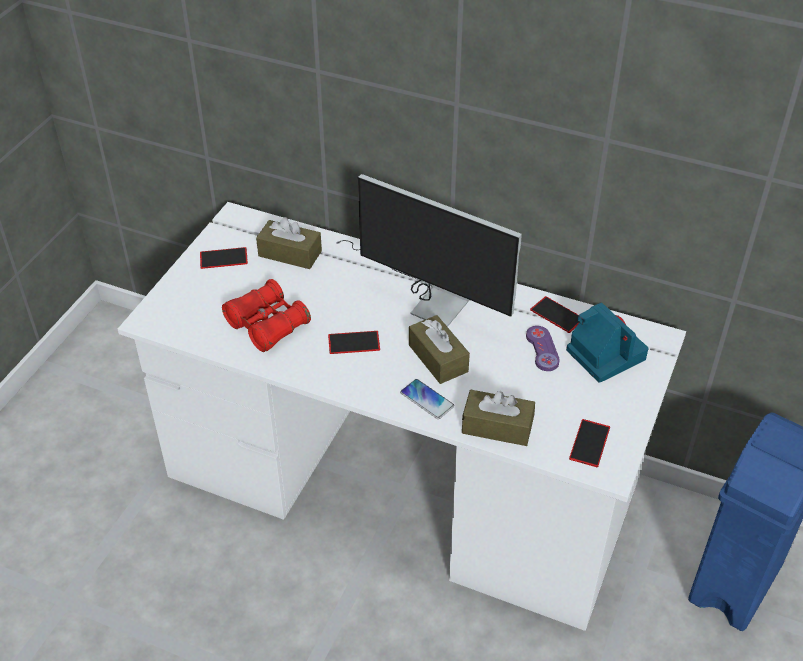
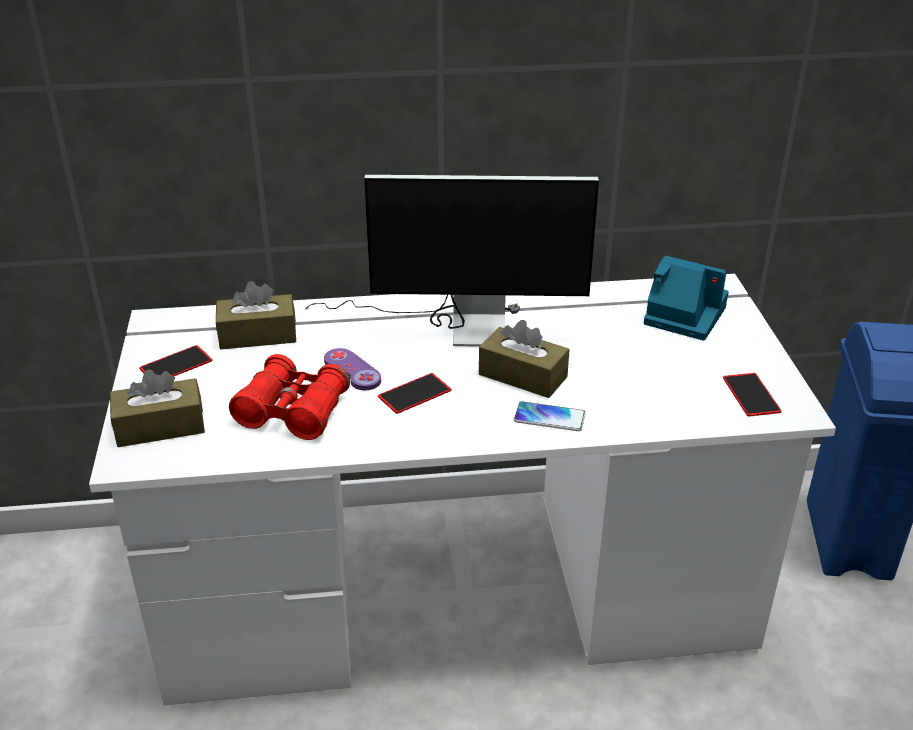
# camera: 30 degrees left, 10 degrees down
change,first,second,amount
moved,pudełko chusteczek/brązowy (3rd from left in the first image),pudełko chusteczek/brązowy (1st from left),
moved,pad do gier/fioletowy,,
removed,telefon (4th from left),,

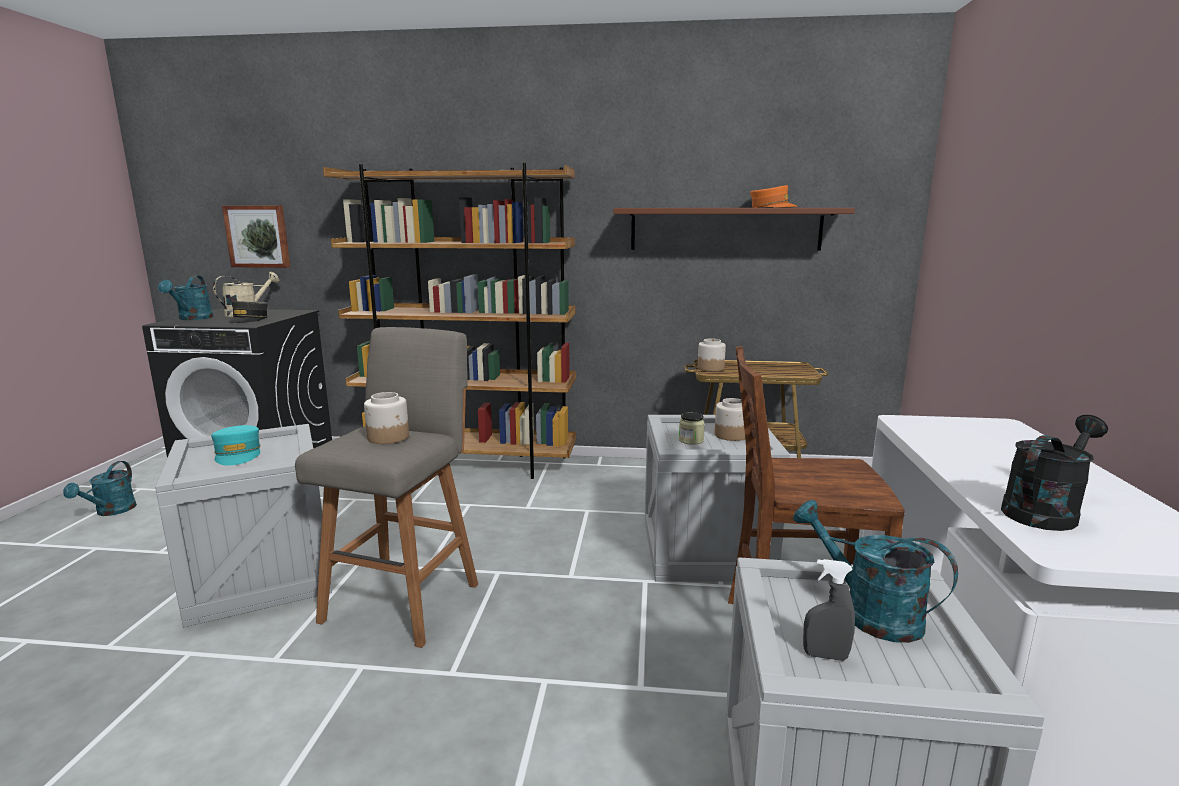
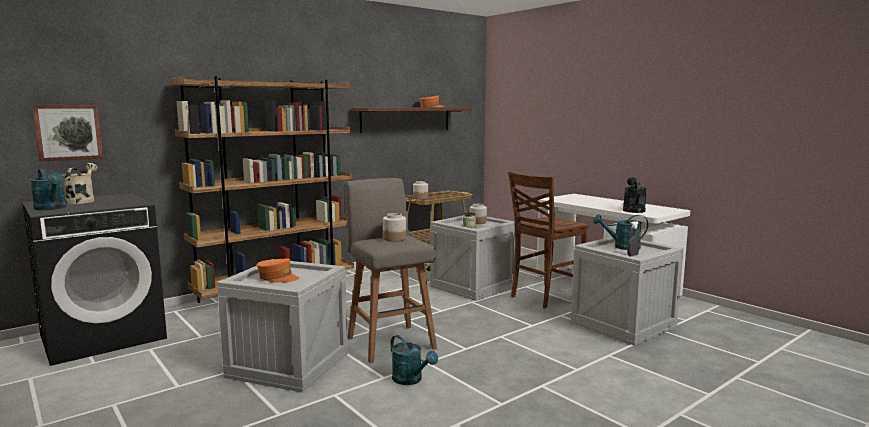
# camera: 45 degrees left, 5 degrees down
change,first,second,amount
recoloured,czapka z daszkiem/turkusowy,czapka z daszkiem/pomarańczowy (1st from left),
moved,konewka/turkusowy (1st from left in the first image),konewka/turkusowy (2nd from left),
removed,czapka z daszkiem/szary,,

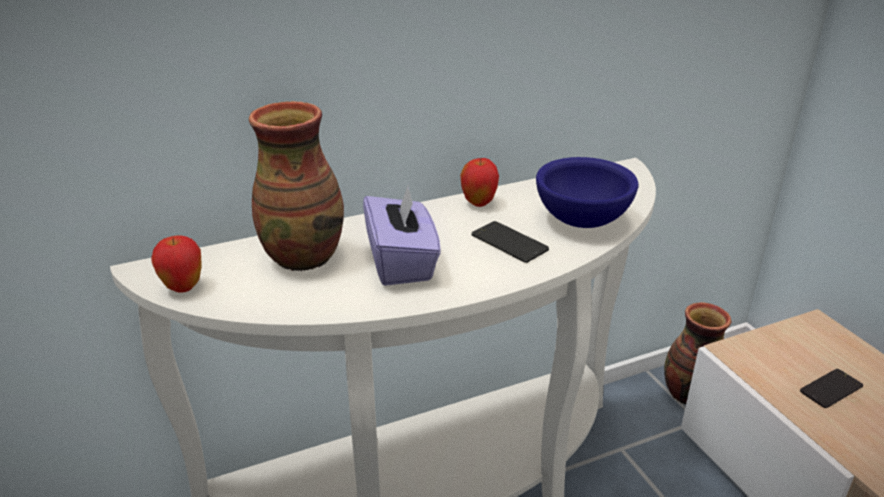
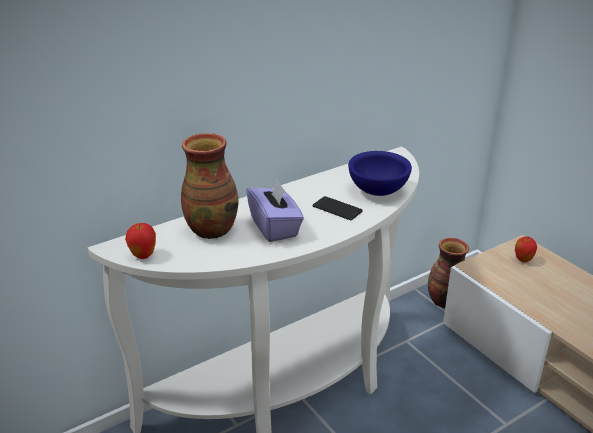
# camera: 10 degrees left, 0 degrees up
change,first,second,amount
moved,jabłko (2nd from left),,
removed,telefon (2nd from left),,

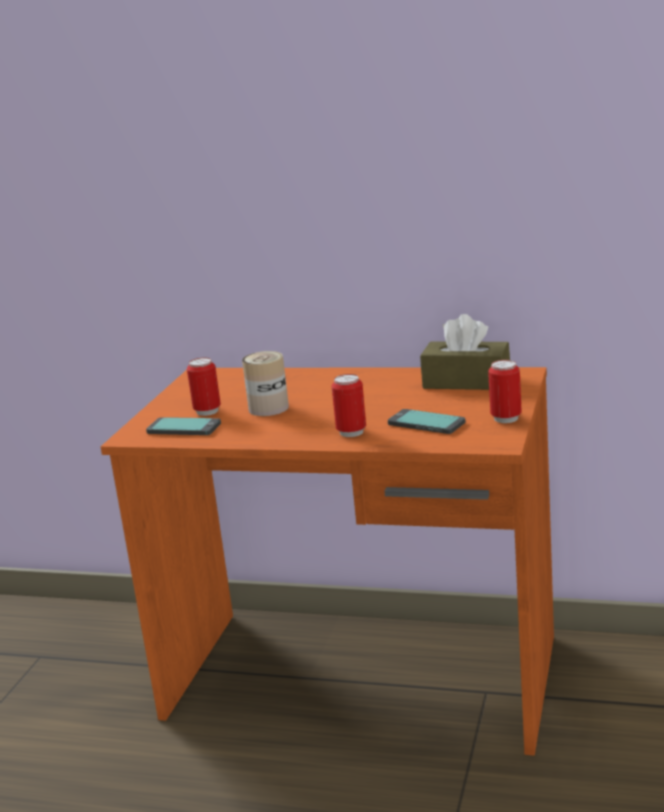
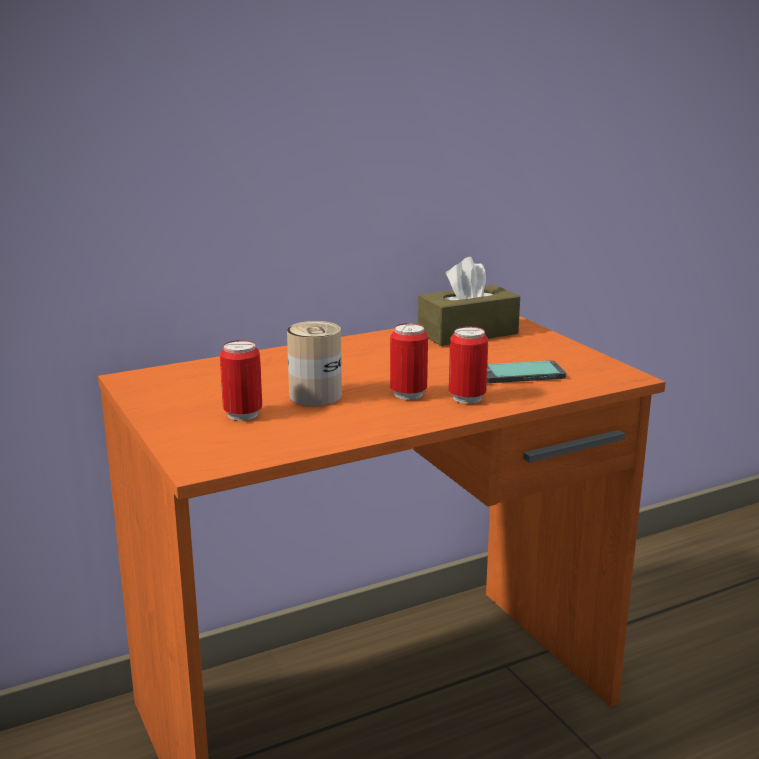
# camera: 45 degrees left, 0 degrees up
change,first,second,amount
moved,puszka (4th from left in the first image),puszka (3rd from left),
removed,telefon (1st from left),,

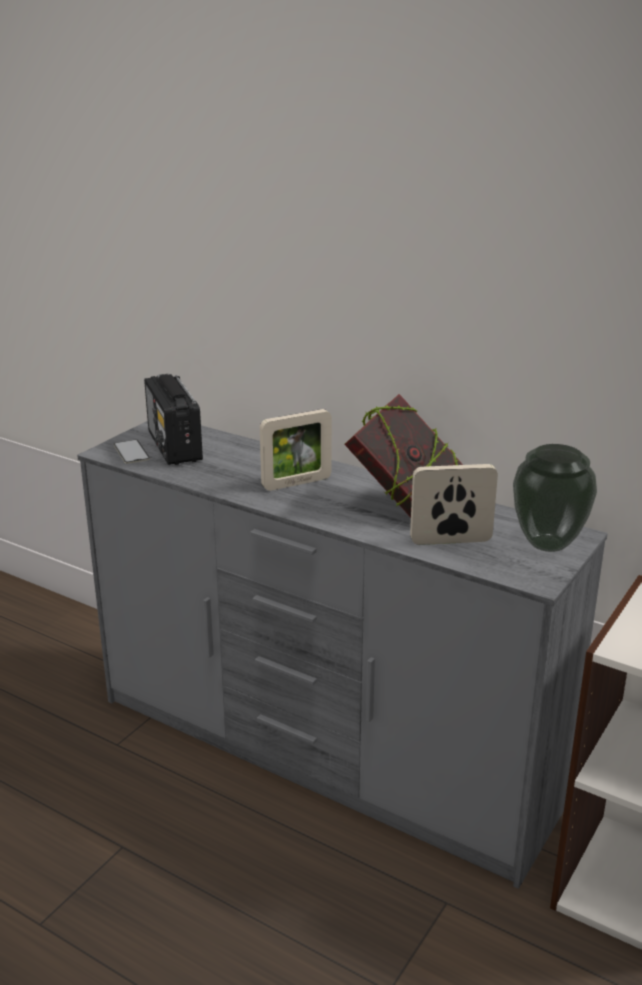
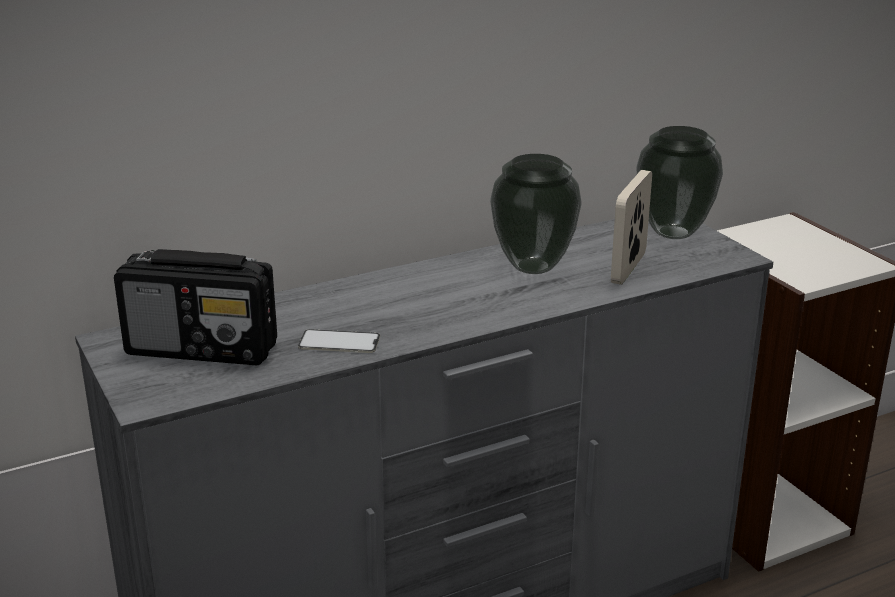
# camera: 60 degrees left, 0 degrees up
change,first,second,amount
moved,telefon,,
replaced,książka,wazon (1st from left),
removed,ramka na zdjęcie (1st from left),,

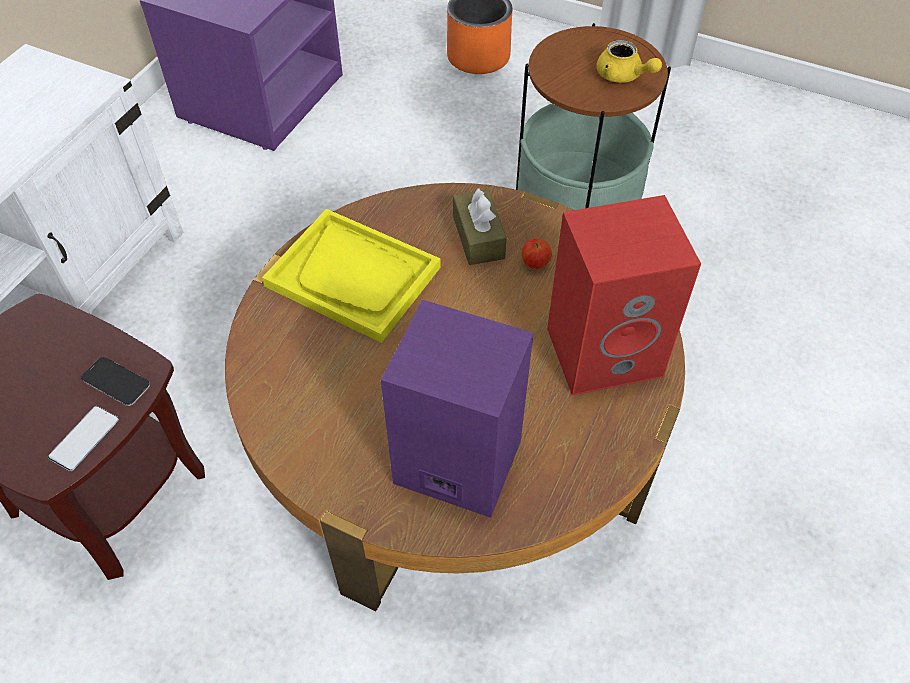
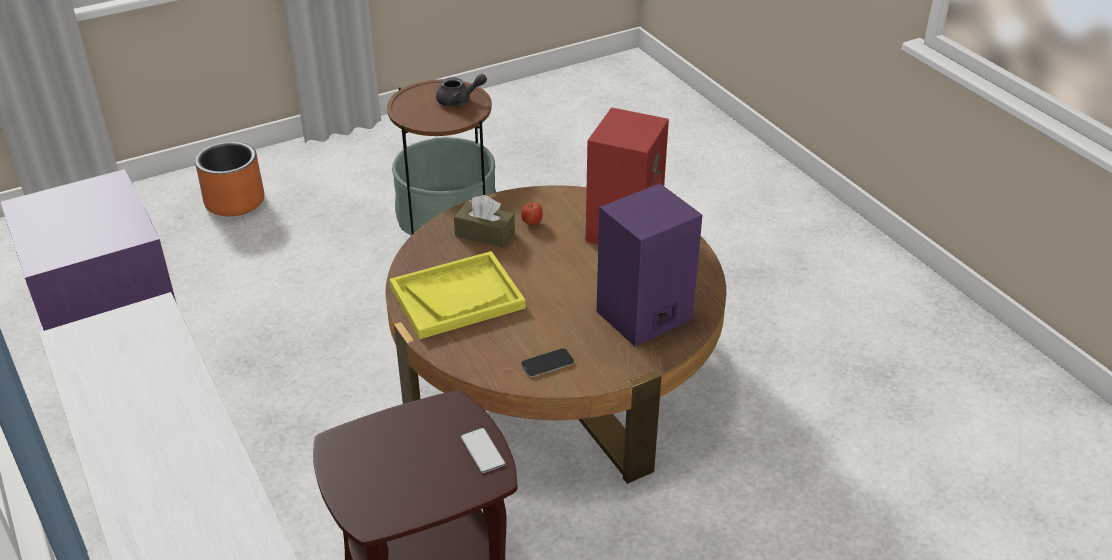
# camera: 55 degrees left, 15 degrees down
change,first,second,amount
recoloured,imbryk/żółty,imbryk/szary,
moved,telefon (2nd from left),,

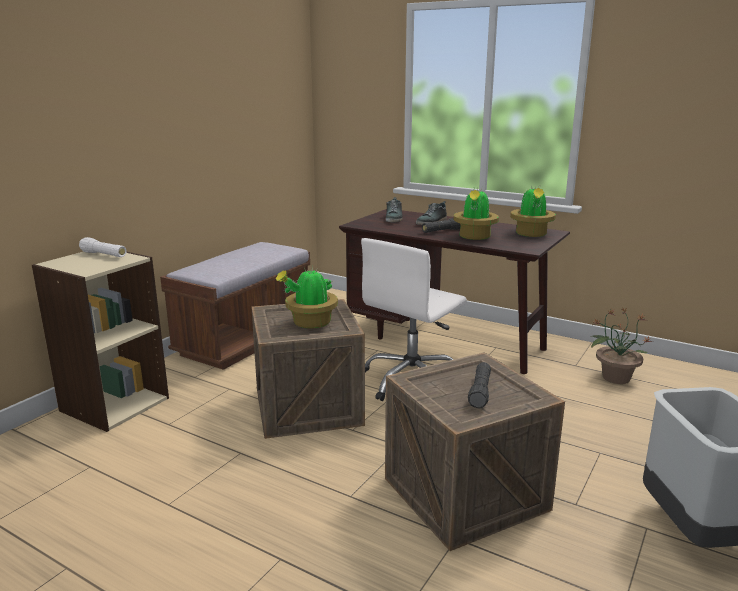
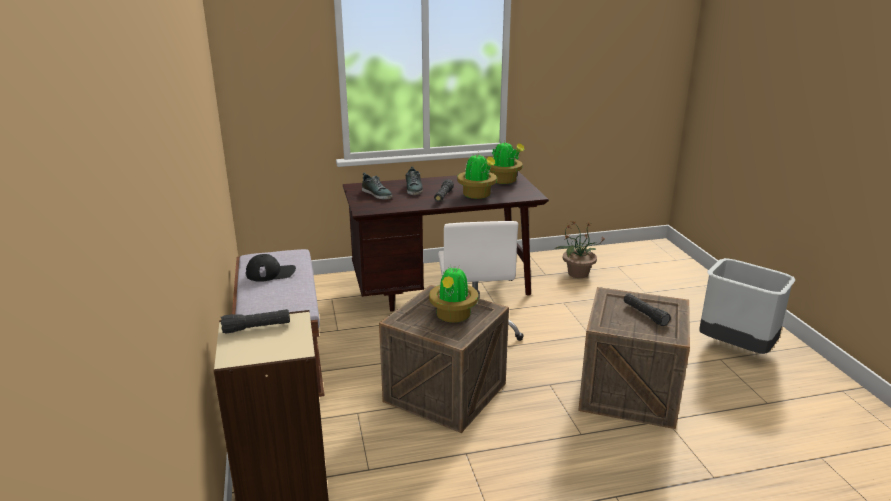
# camera: 45 degrees left, 5 degrees up
change,first,second,amount
recoloured,latarka/biały,latarka/czarny (1st from left),
added,,czapka z daszkiem/czarny,

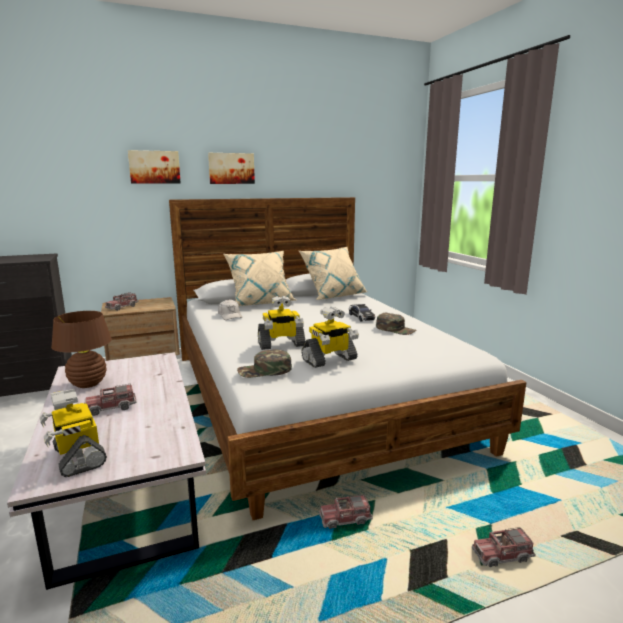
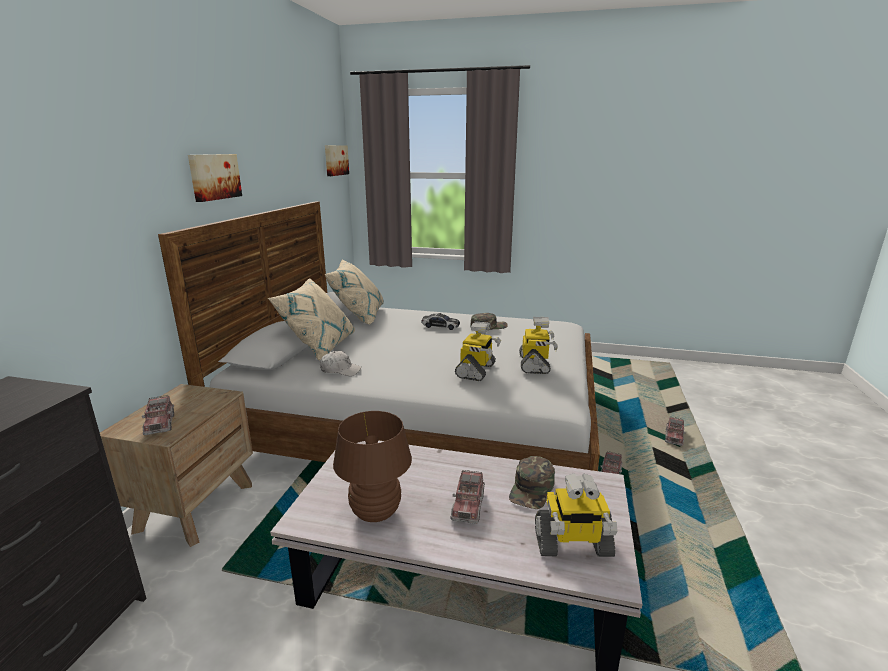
# camera: 55 degrees left, 5 degrees up
change,first,second,amount
moved,obraz (1st from left in the first image),obraz (2nd from left),
moved,czapka z daszkiem/zielony (1st from left in the first image),czapka z daszkiem/zielony (2nd from left),

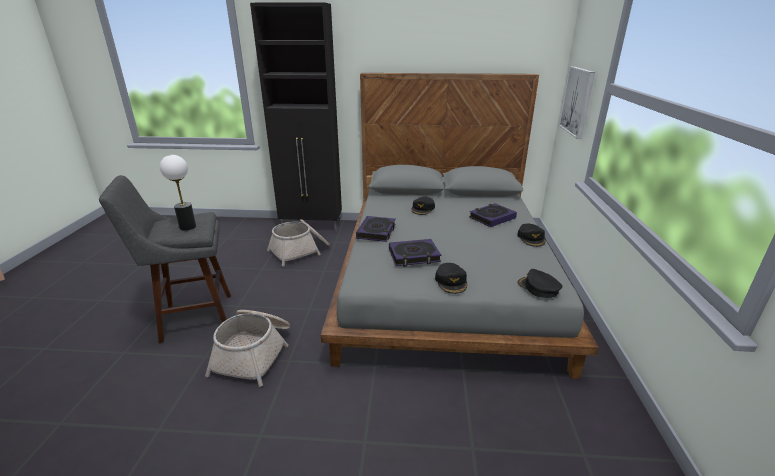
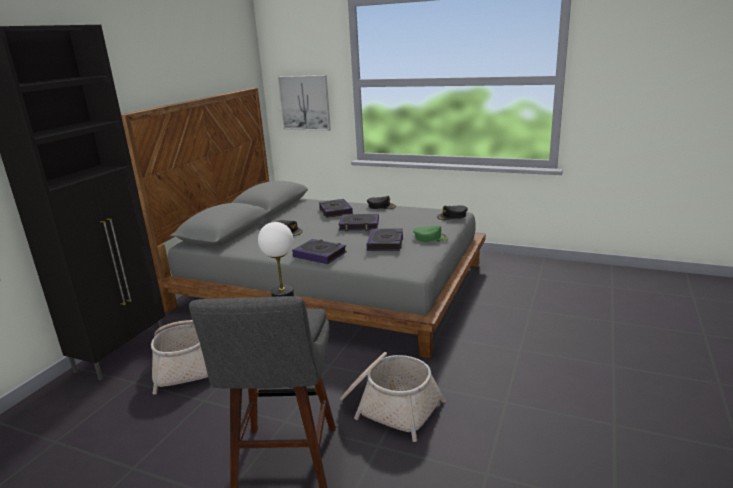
# camera: 70 degrees left, 5 degrees down
change,first,second,amount
added,,książka (3rd from left),
recoloured,czapka z daszkiem/czarny (2nd from left),czapka z daszkiem/zielony,

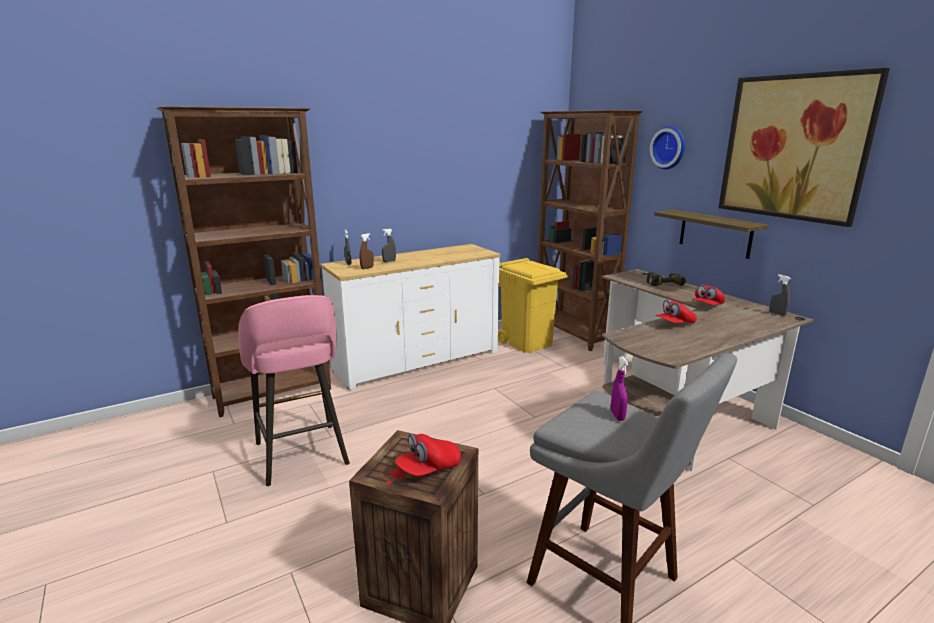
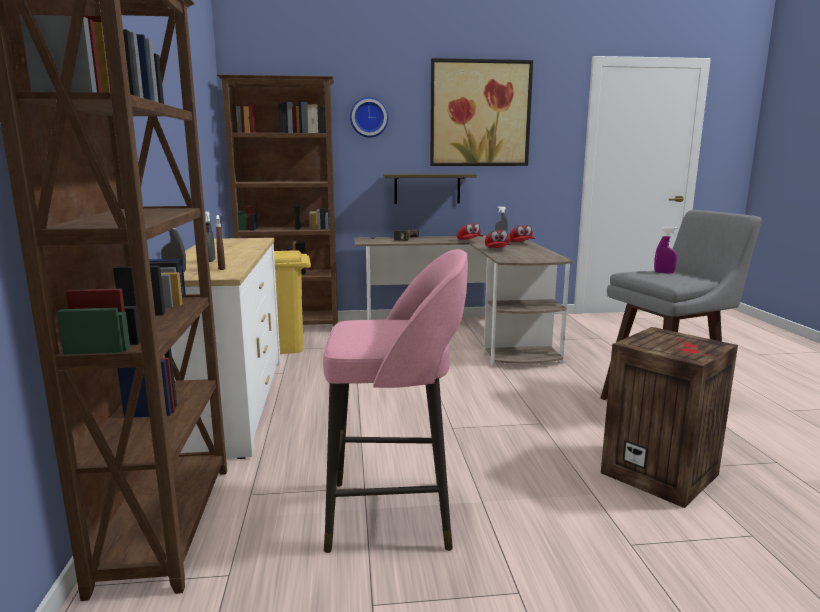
# camera: 65 degrees left, 5 degrees down
change,first,second,amount
moved,czapka z daszkiem/czerwony (1st from left in the first image),czapka z daszkiem/czerwony (3rd from left),

